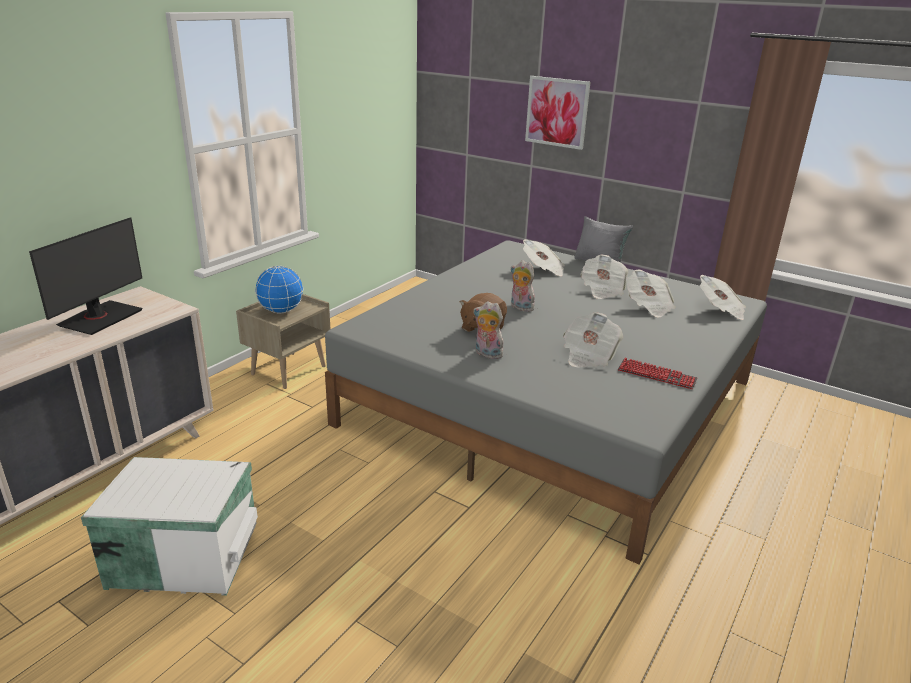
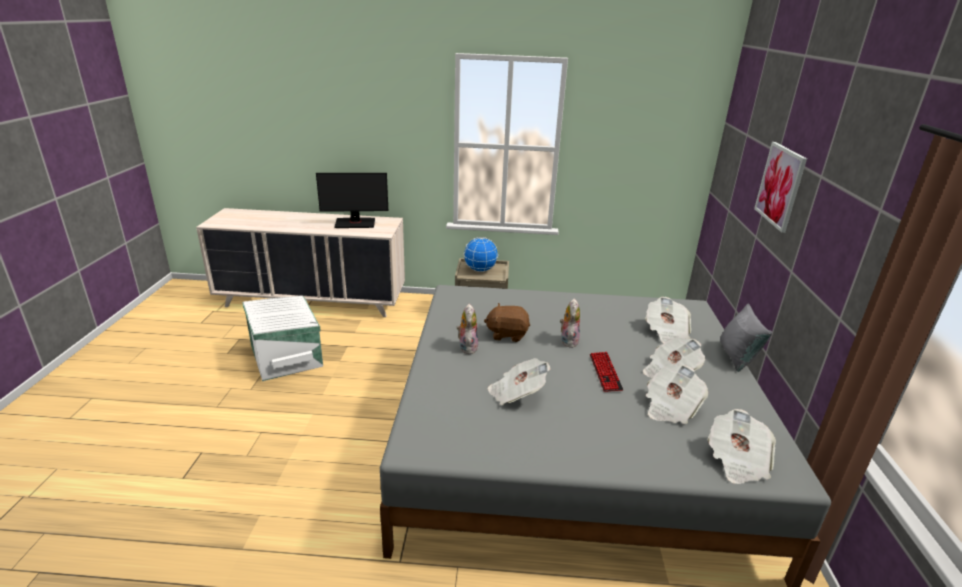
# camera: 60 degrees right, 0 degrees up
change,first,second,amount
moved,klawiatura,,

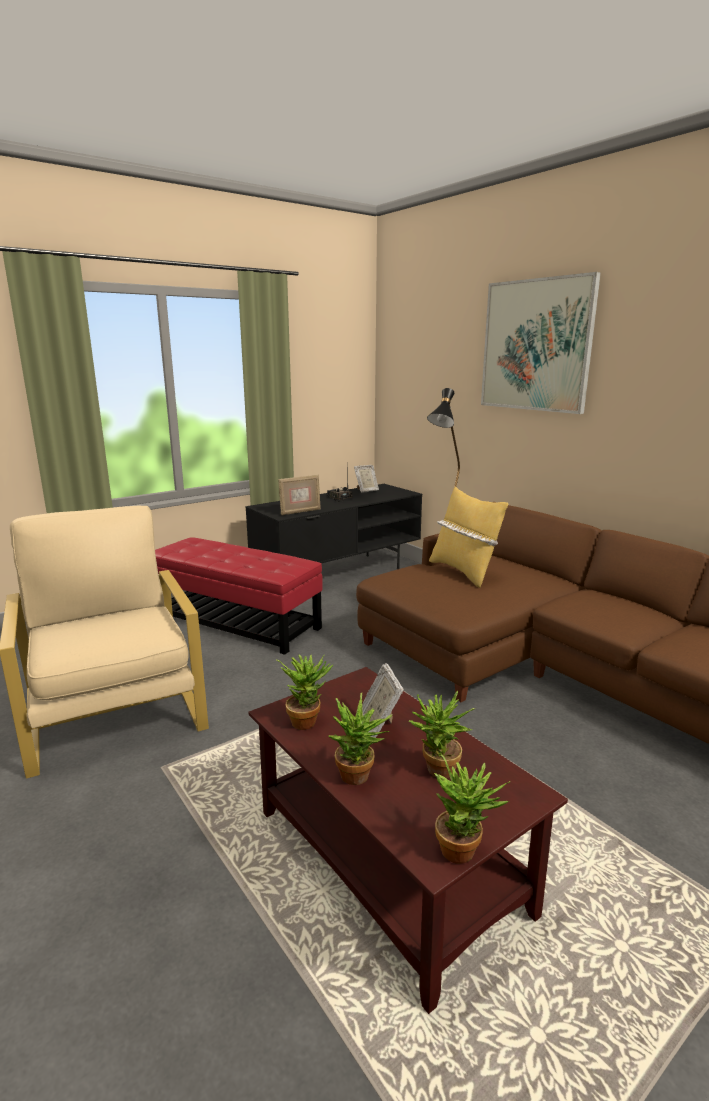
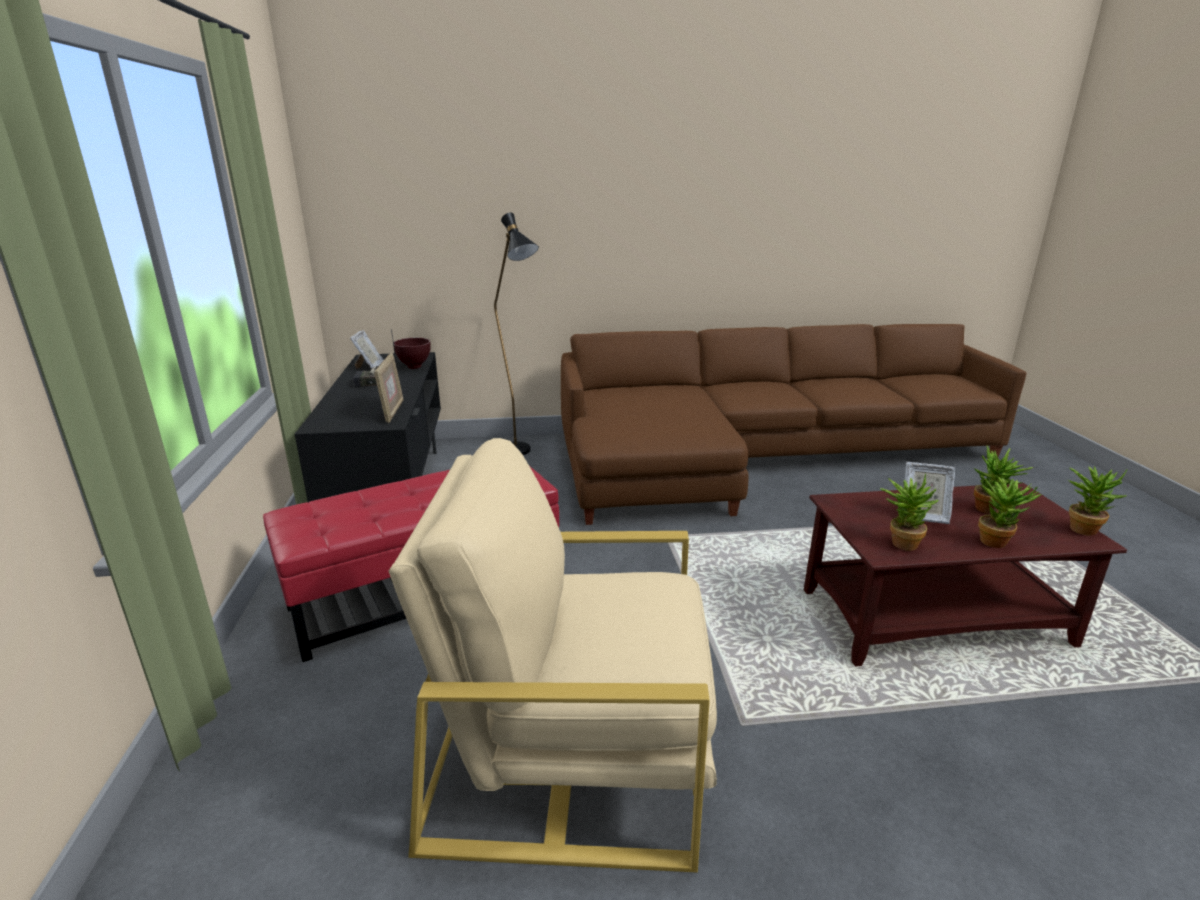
# camera: 60 degrees left, 5 degrees up
change,first,second,amount
added,,miska/brązowy,
removed,poduszka/żółty,,
removed,obraz,,

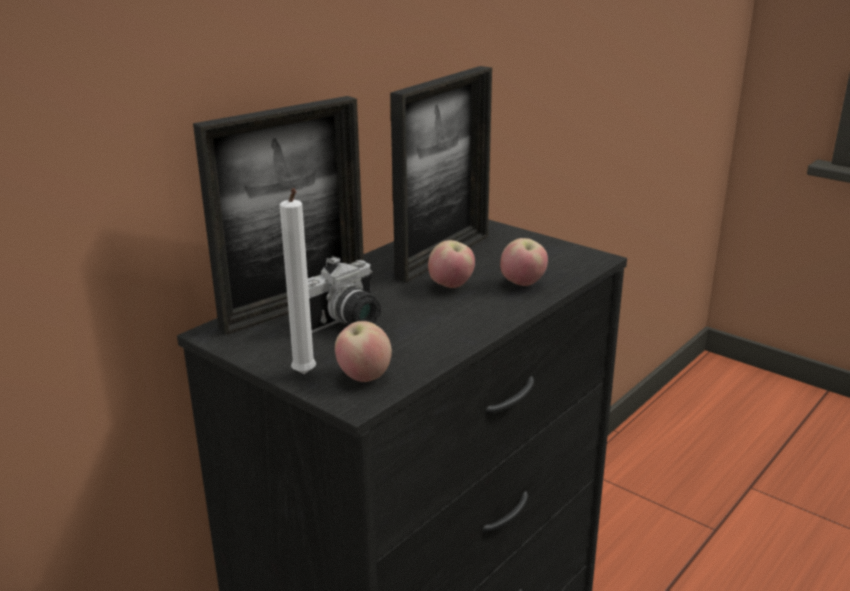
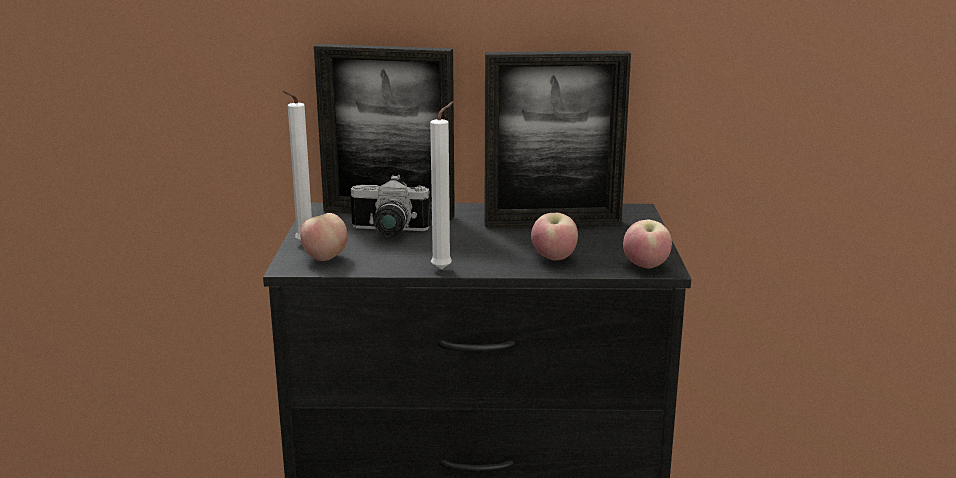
# camera: 50 degrees right, 5 degrees down
change,first,second,amount
added,,świeca/biały (2nd from left),
moved,jabłko (2nd from left in the first image),jabłko (3rd from left),

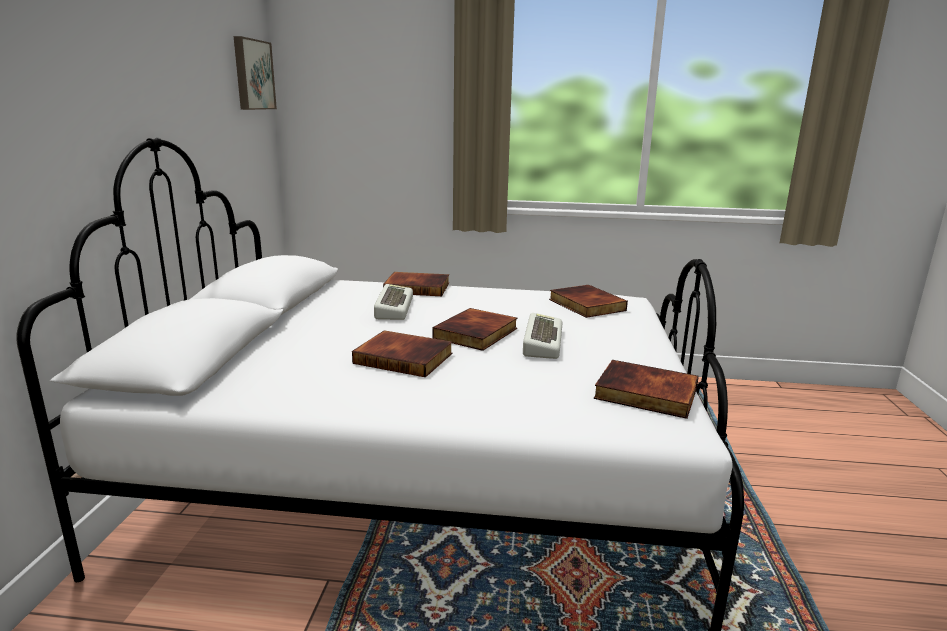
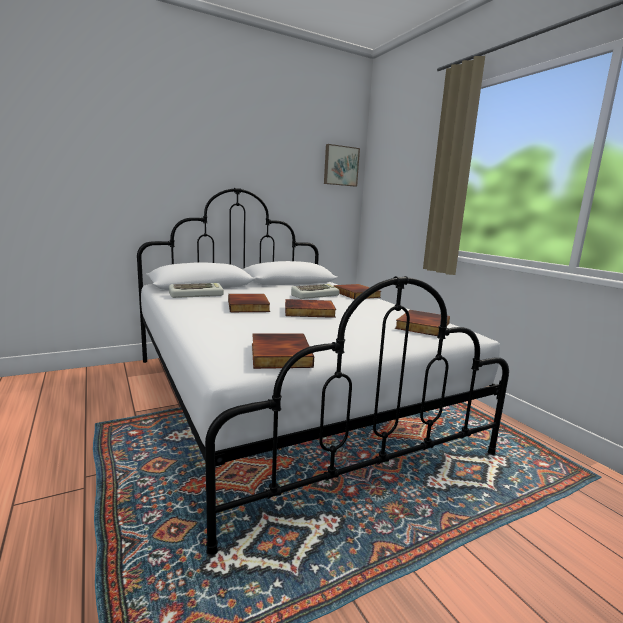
# camera: 55 degrees right, 5 degrees down
change,first,second,amount
moved,klawiatura (2nd from left in the first image),klawiatura (1st from left),

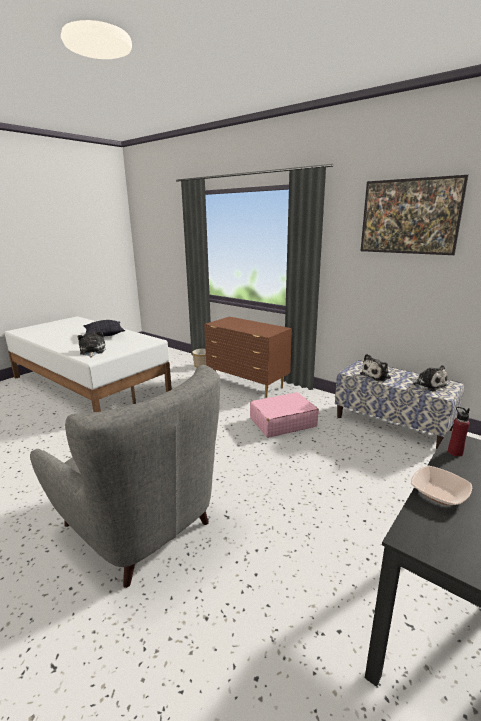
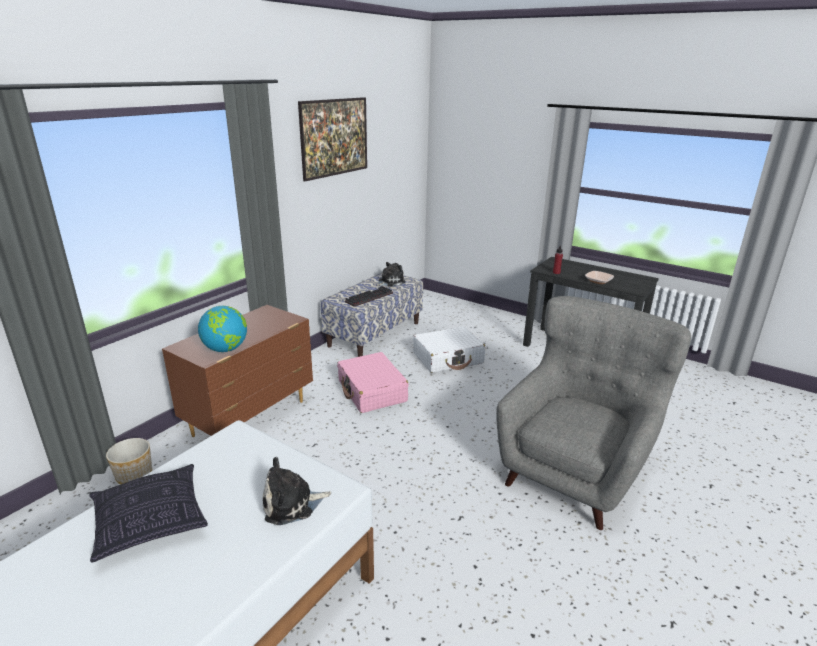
# camera: 95 degrees left, 5 degrees up
change,first,second,amount
added,,globus,
replaced,pluszak (2nd from left),klawiatura,
added,,walizka/biały,

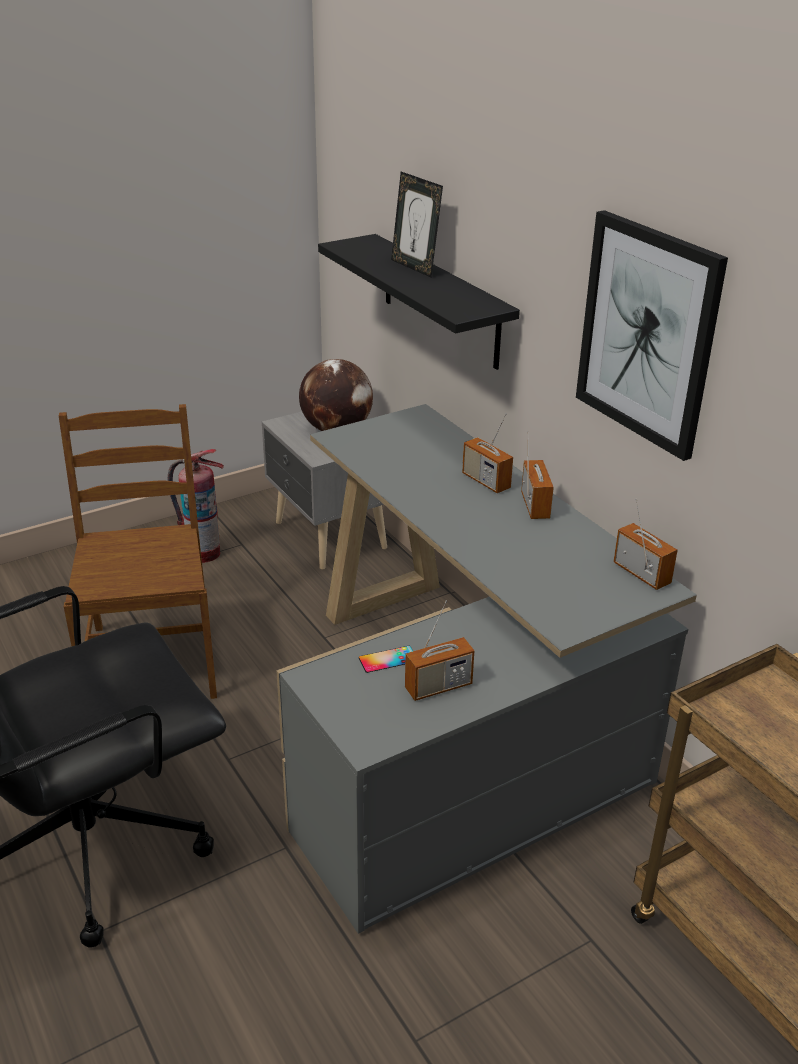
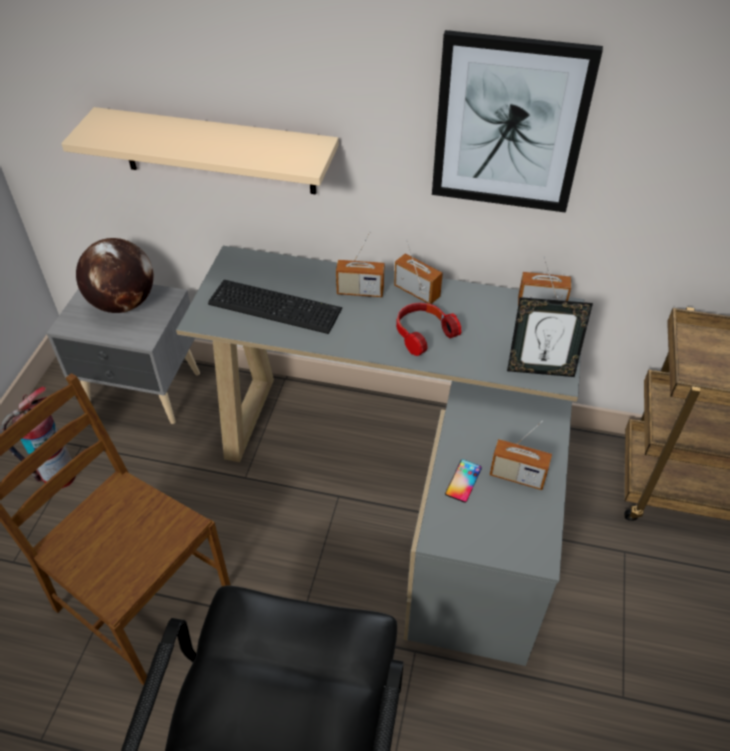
# camera: 45 degrees left, 15 degrees up
change,first,second,amount
recoloured,półka/czarny,półka/beżowy,
added,,klawiatura,
added,,słuchawki,
turned,radio (1st from left in the first image),radio (3rd from left),90 degrees clockwise
moved,ramka na zdjęcie,,

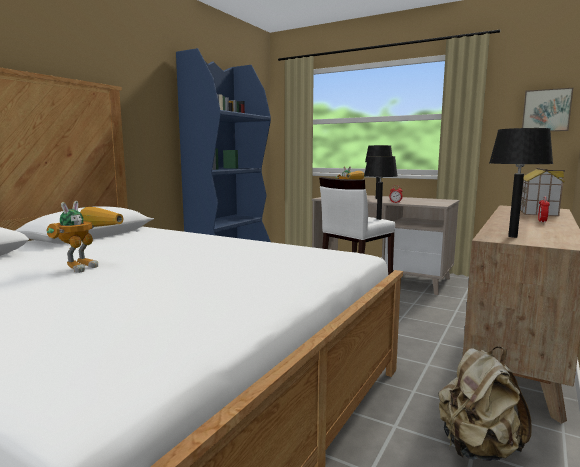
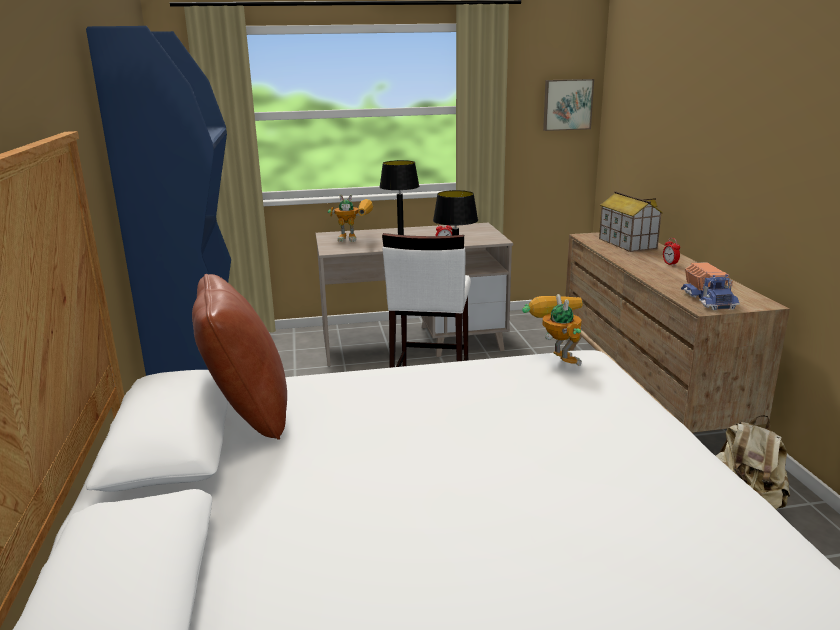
# camera: 40 degrees left, 10 degrees up
change,first,second,amount
added,,poduszka/brązowy,
moved,robot zabawkowy (1st from left in the first image),robot zabawkowy (2nd from left),
replaced,lampa stołowa/czarny (3rd from left),ciężarówka zabawkowa,

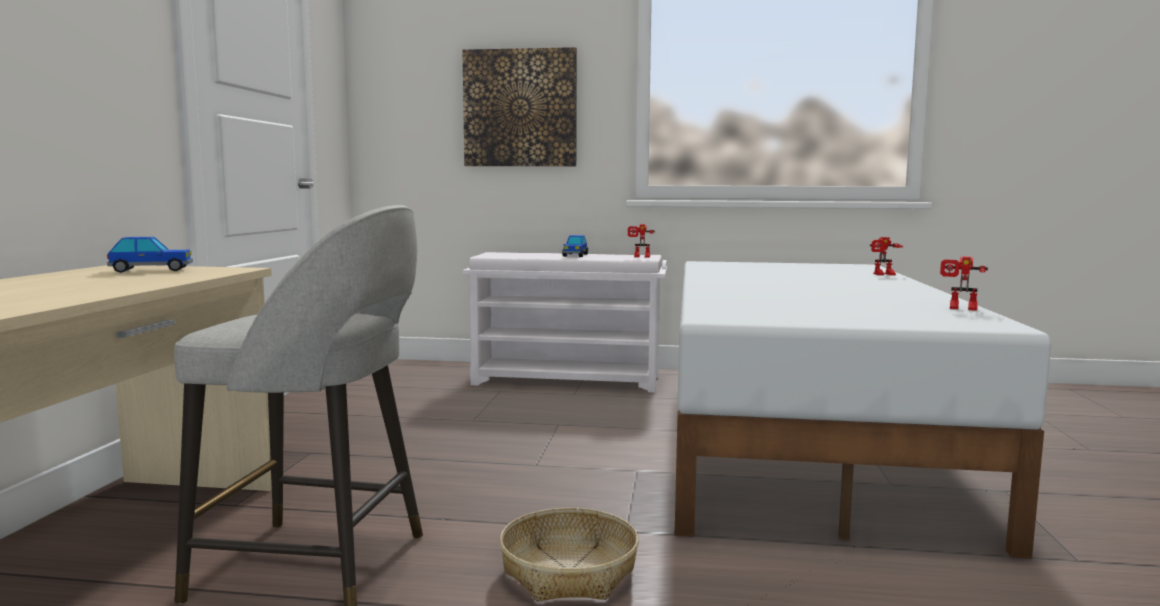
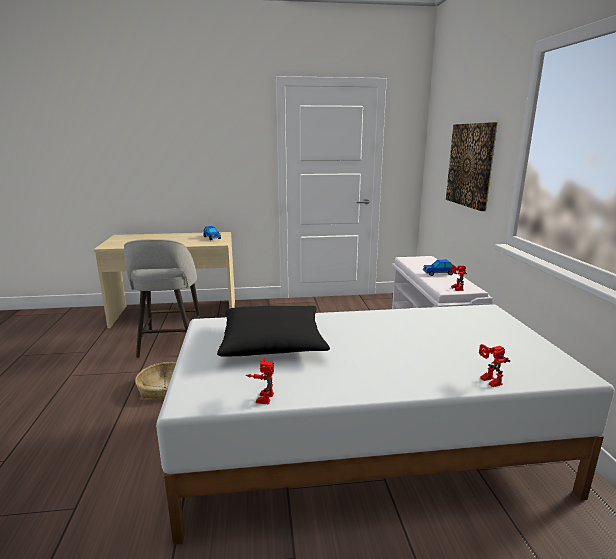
# camera: 75 degrees right, 10 degrees up
change,first,second,amount
added,,poduszka/czarny,

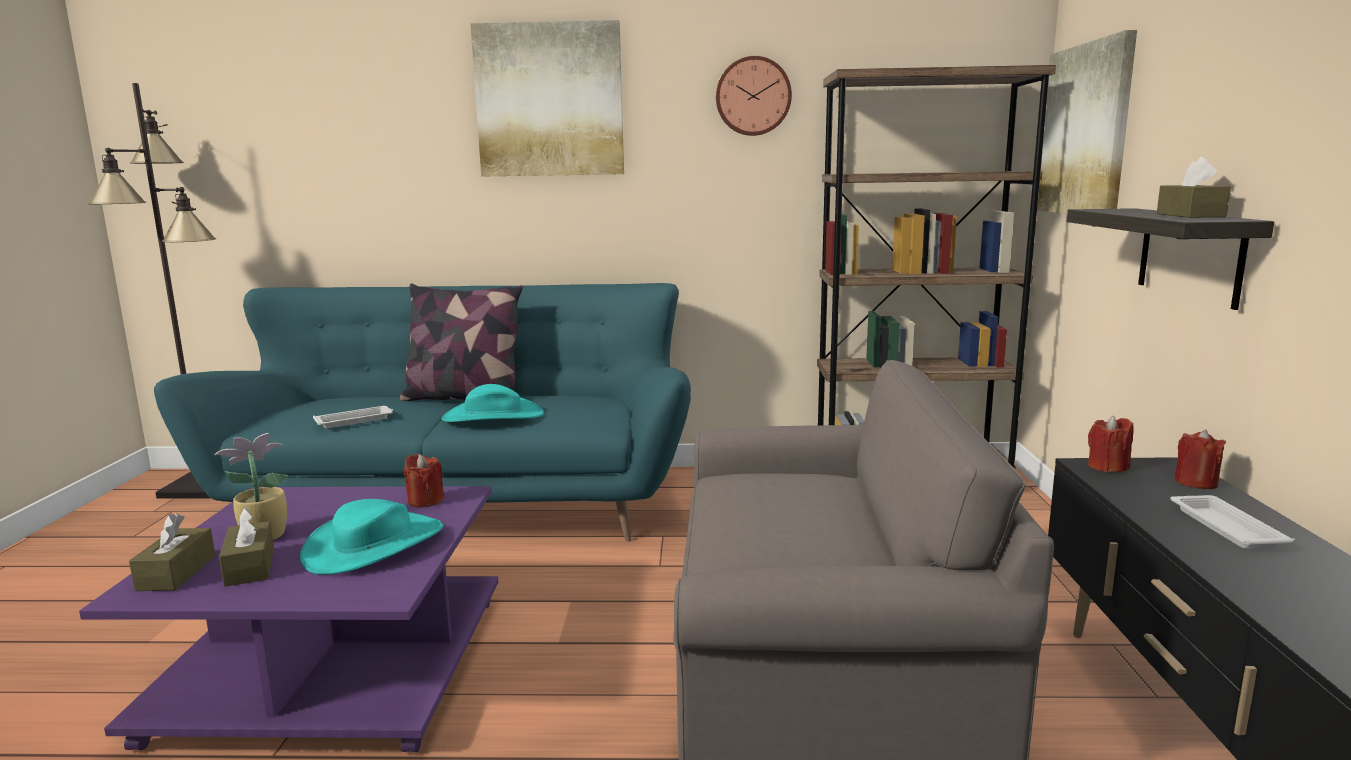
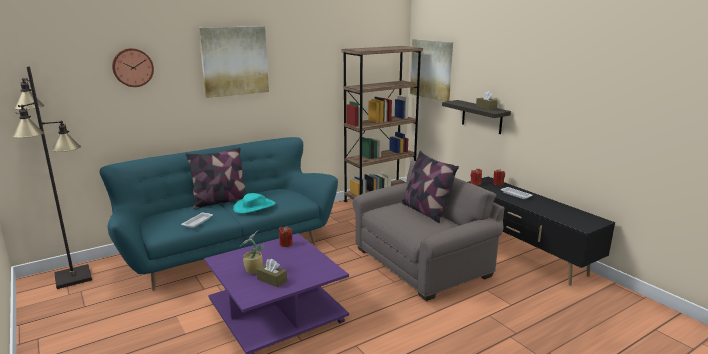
# camera: 35 degrees left, 5 degrees up
change,first,second,amount
moved,zegar ścienny,,
added,,poduszka (2nd from left),
removed,pudełko chusteczek/brązowy (1st from left),,
removed,kapelusz/turkusowy (1st from left),,

